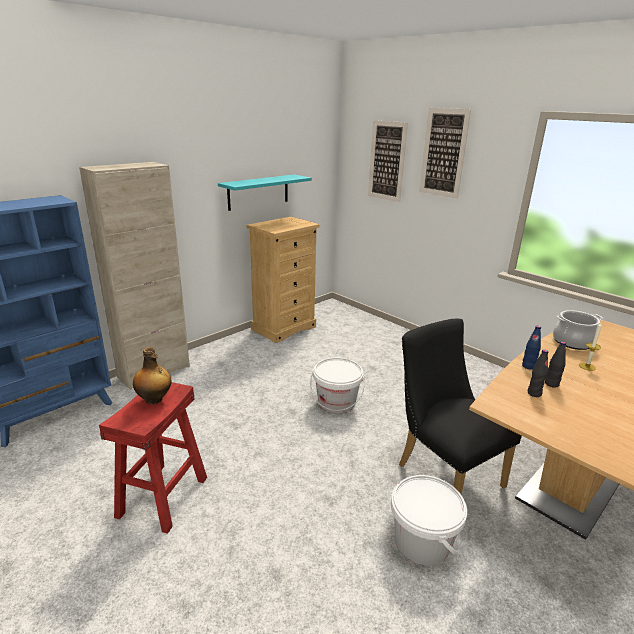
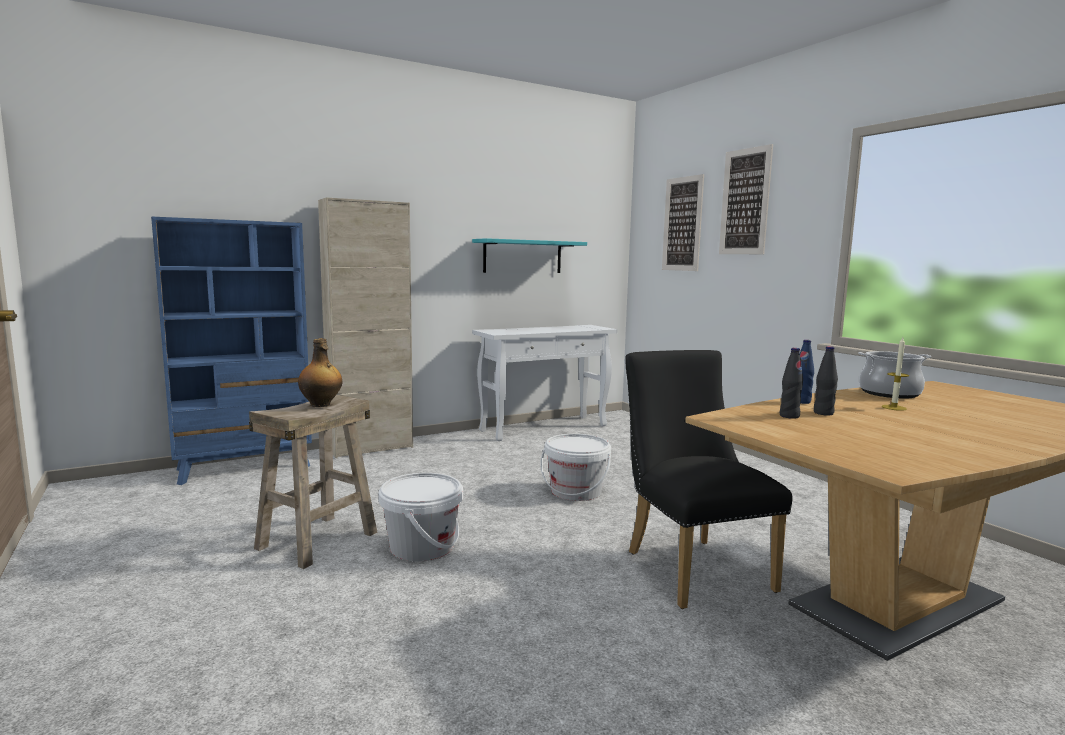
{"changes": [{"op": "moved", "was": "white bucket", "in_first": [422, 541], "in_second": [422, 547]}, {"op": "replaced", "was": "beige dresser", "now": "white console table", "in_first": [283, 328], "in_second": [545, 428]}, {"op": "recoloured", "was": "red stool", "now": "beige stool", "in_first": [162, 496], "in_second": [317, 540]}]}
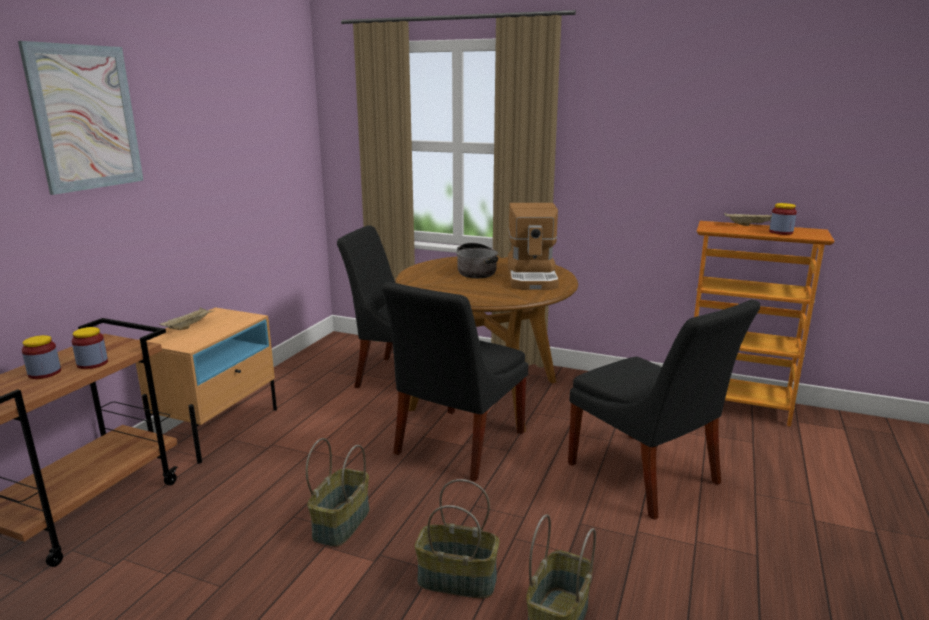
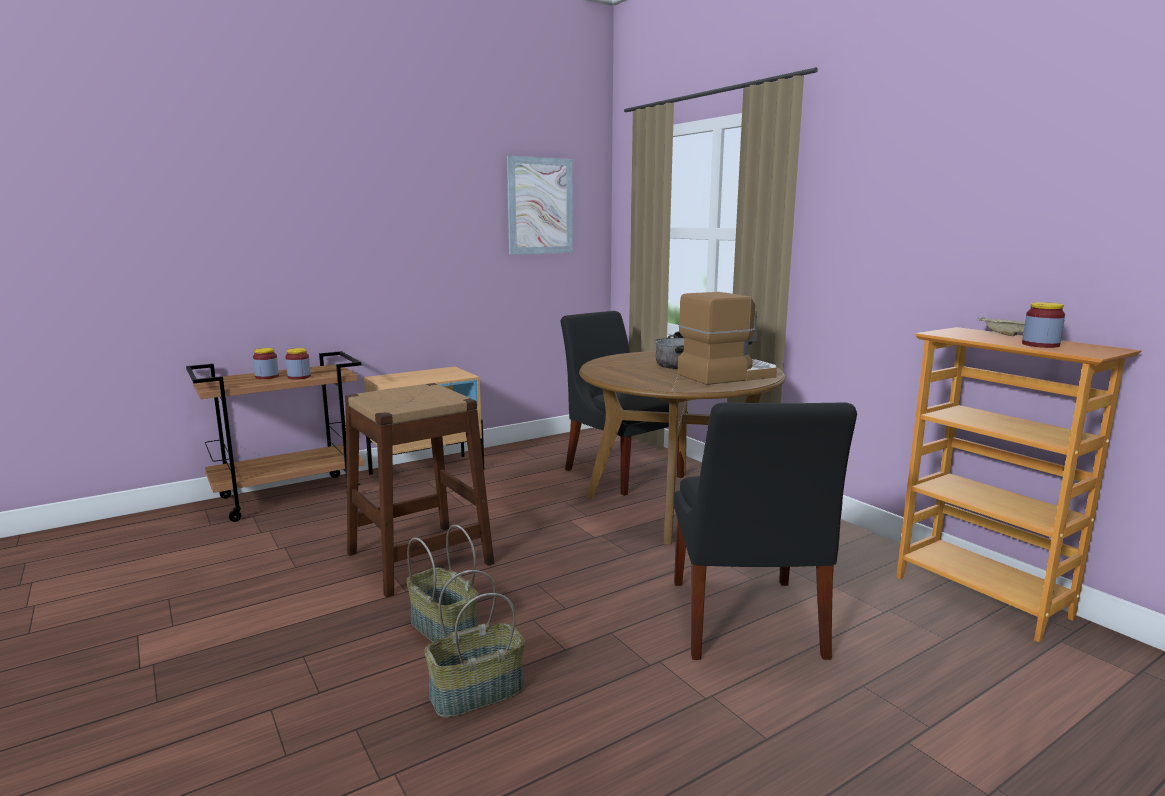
{"changes": [{"op": "removed", "was": "beige tray", "in_first": [189, 326]}, {"op": "removed", "was": "black chair", "in_first": [456, 445]}, {"op": "moved", "was": "picture", "in_first": [85, 118], "in_second": [540, 206]}, {"op": "replaced", "was": "basket", "now": "brown stool", "in_first": [341, 523], "in_second": [419, 558]}, {"op": "turned", "was": "coffee machine", "in_first": [533, 278], "in_second": [727, 375], "clockwise": -150}]}
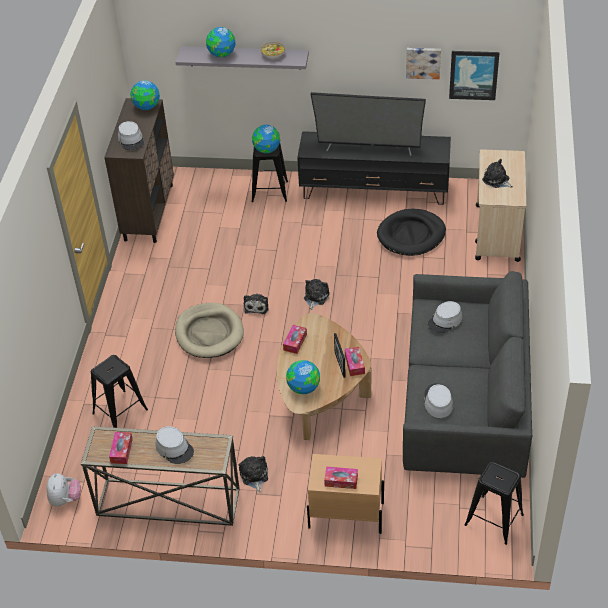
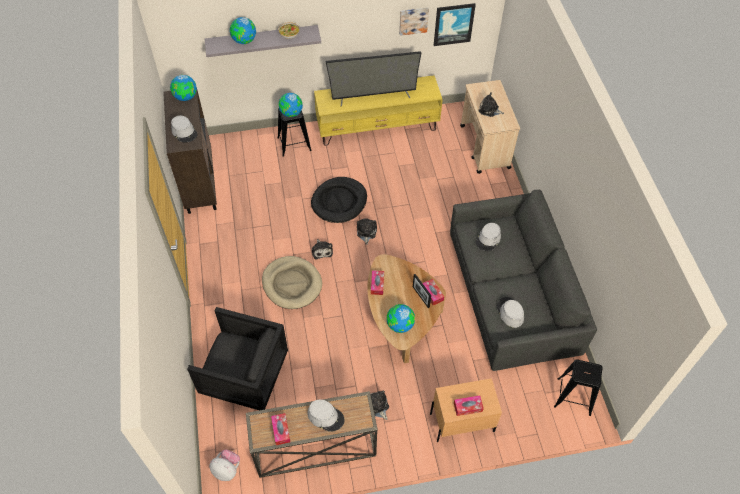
{"changes": [{"op": "moved", "was": "black dog bed", "in_first": [411, 235], "in_second": [339, 201]}, {"op": "replaced", "was": "black stool", "now": "black armchair", "in_first": [120, 411], "in_second": [243, 374]}, {"op": "recoloured", "was": "black tv stand", "now": "yellow tv stand", "in_first": [374, 190], "in_second": [377, 127]}, {"op": "turned", "was": "plush toy", "in_first": [65, 499], "in_second": [227, 469], "clockwise": -45}]}
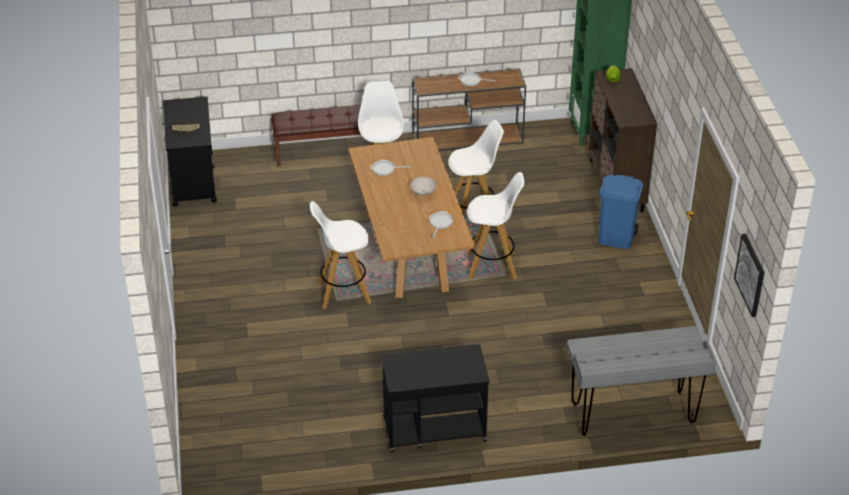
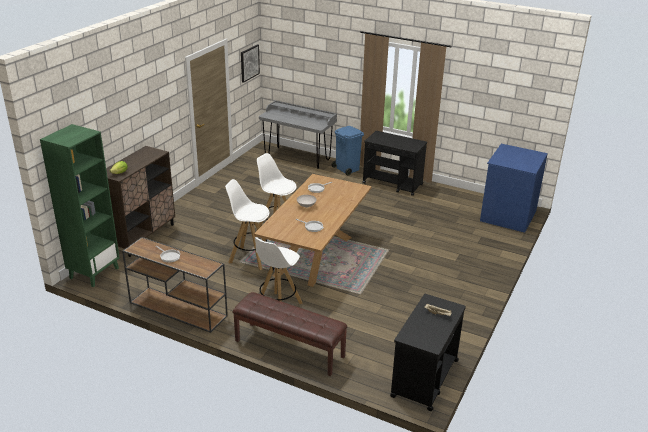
{"changes": [{"op": "removed", "was": "white stool", "in_first": [343, 292]}, {"op": "added", "now": "blue dresser", "in_second": [507, 215]}, {"op": "moved", "was": "blue trash can", "in_first": [616, 238], "in_second": [347, 169]}]}
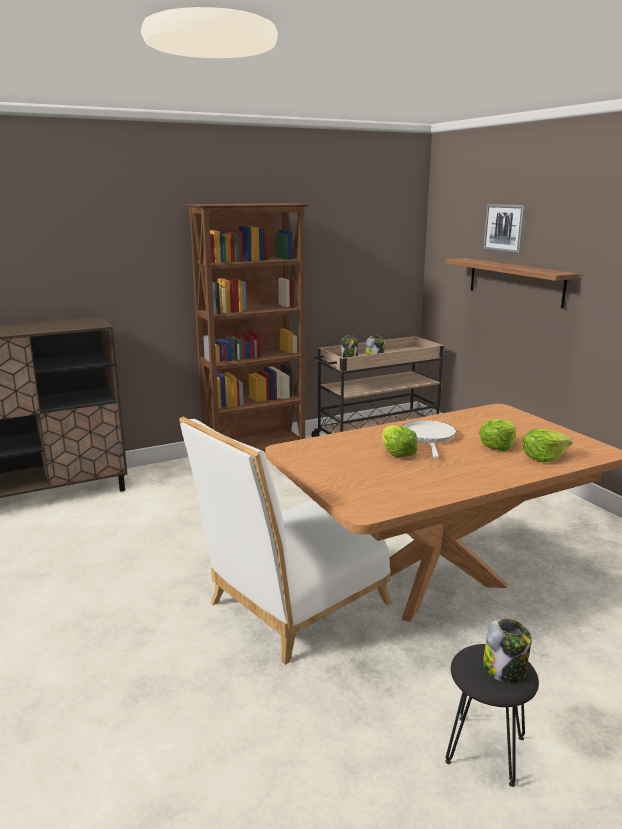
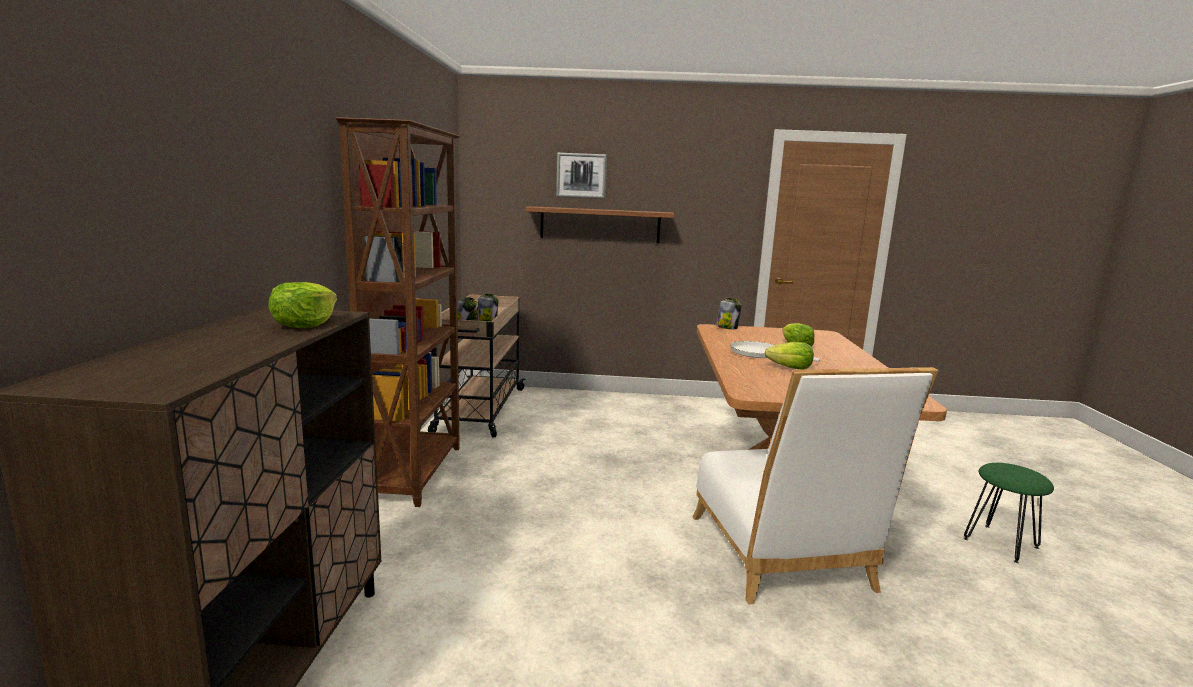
{"changes": [{"op": "moved", "was": "jar", "in_first": [504, 670], "in_second": [727, 327]}, {"op": "moved", "was": "lettuce", "in_first": [543, 457], "in_second": [305, 324]}, {"op": "recoloured", "was": "black stool", "now": "green stool", "in_first": [485, 750], "in_second": [1001, 543]}]}
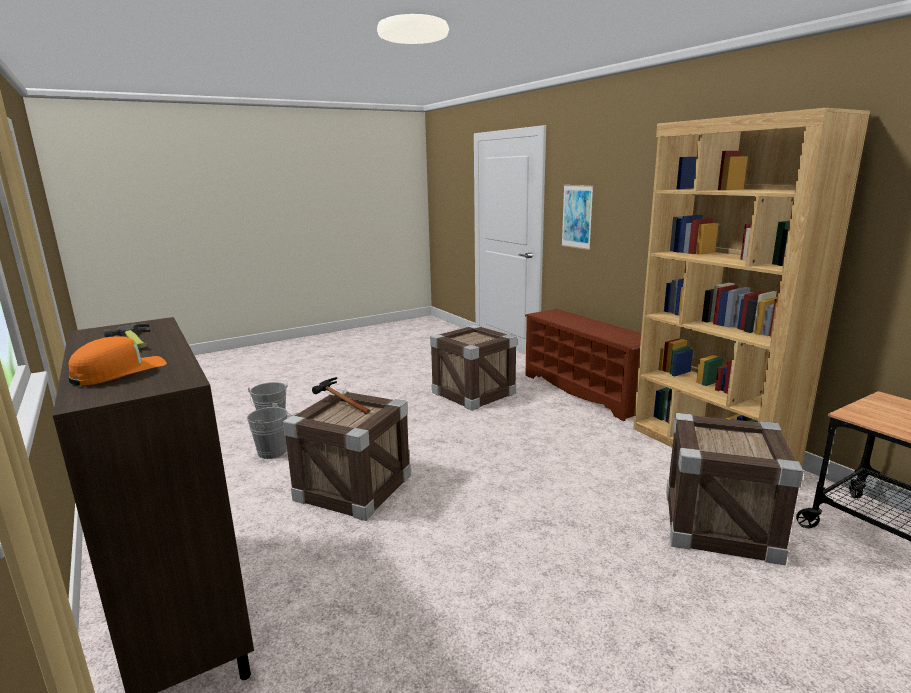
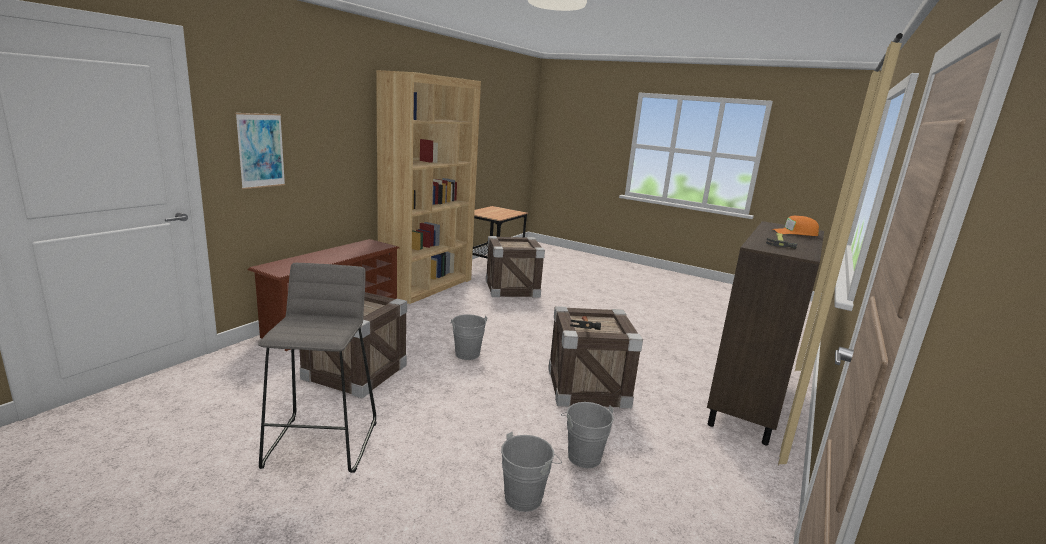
{"changes": [{"op": "added", "now": "grey stool", "in_second": [322, 443]}, {"op": "added", "now": "grey bucket", "in_second": [466, 353]}]}
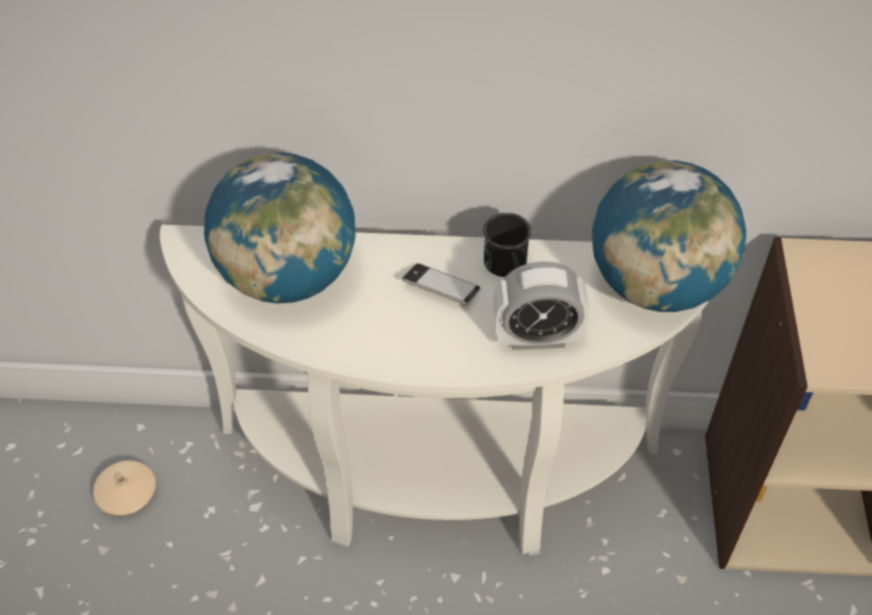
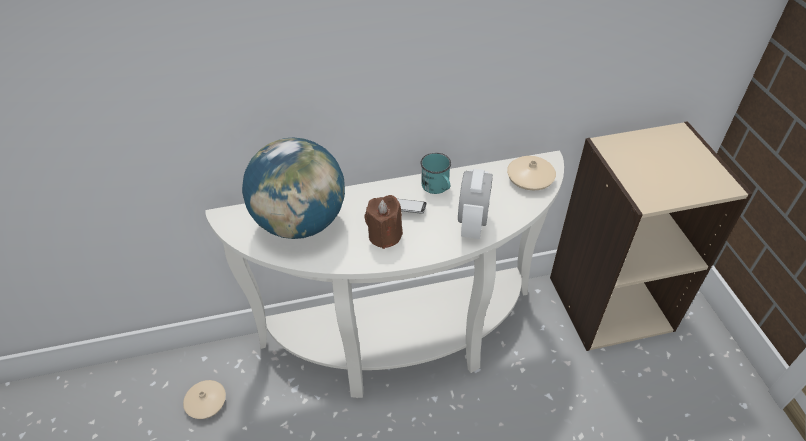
{"changes": [{"op": "added", "now": "brown candle", "in_second": [385, 235]}, {"op": "replaced", "was": "globe", "now": "beige vase", "in_first": [656, 284], "in_second": [530, 178]}, {"op": "recoloured", "was": "black mug", "now": "turquoise mug", "in_first": [507, 267], "in_second": [437, 187]}, {"op": "turned", "was": "alarm clock", "in_first": [537, 338], "in_second": [472, 223], "clockwise": -60}]}
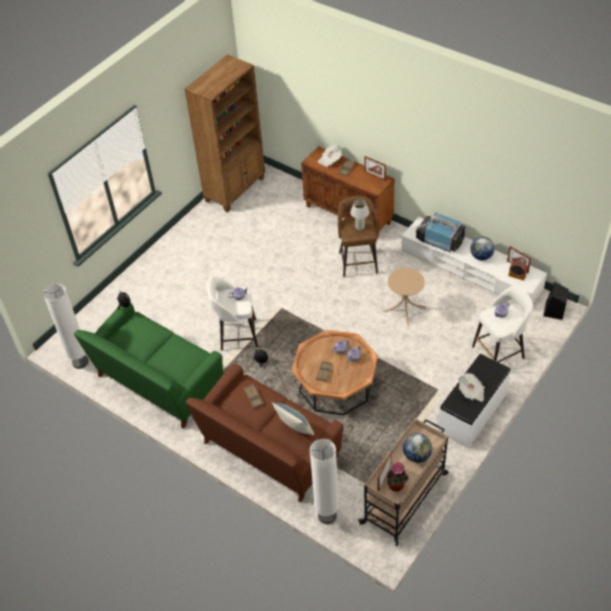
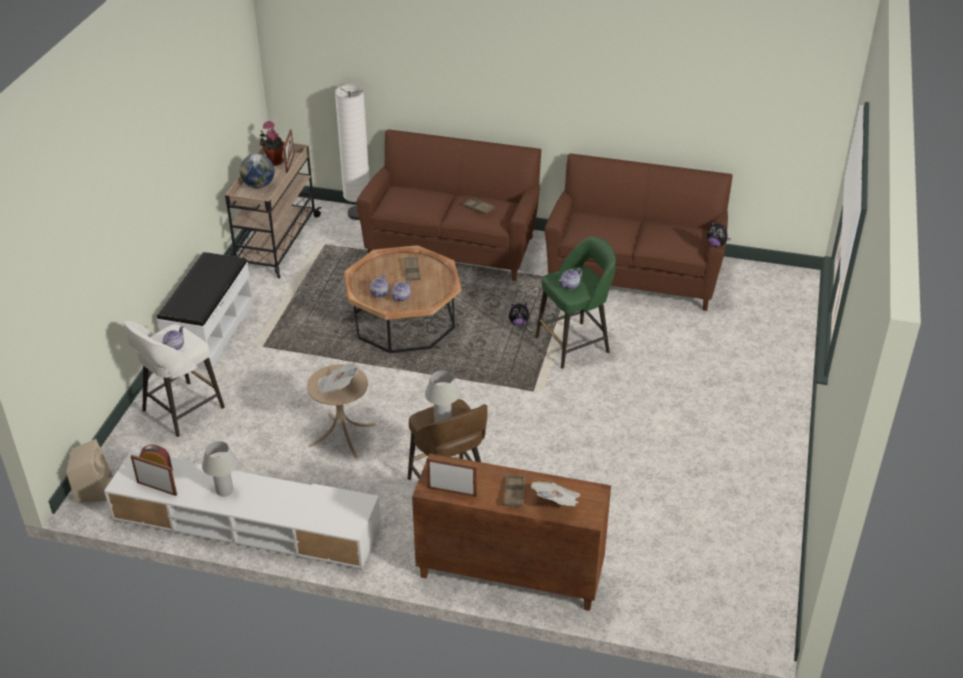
{"changes": [{"op": "removed", "was": "white floor lamp", "in_first": [80, 362]}, {"op": "removed", "was": "brown bookcase", "in_first": [235, 189]}, {"op": "removed", "was": "pillow", "in_first": [295, 428]}, {"op": "removed", "was": "television", "in_first": [439, 240]}, {"op": "moved", "was": "newspaper", "in_first": [471, 392], "in_second": [337, 387]}, {"op": "replaced", "was": "globe", "now": "white table lamp", "in_first": [481, 256], "in_second": [224, 491]}, {"op": "recoloured", "was": "green sofa", "now": "brown sofa", "in_first": [158, 382], "in_second": [634, 274]}, {"op": "recoloured", "was": "white stool", "now": "green stool", "in_first": [237, 334], "in_second": [574, 344]}, {"op": "recoloured", "was": "black speaker", "now": "beige speaker", "in_first": [554, 311], "in_second": [94, 489]}]}
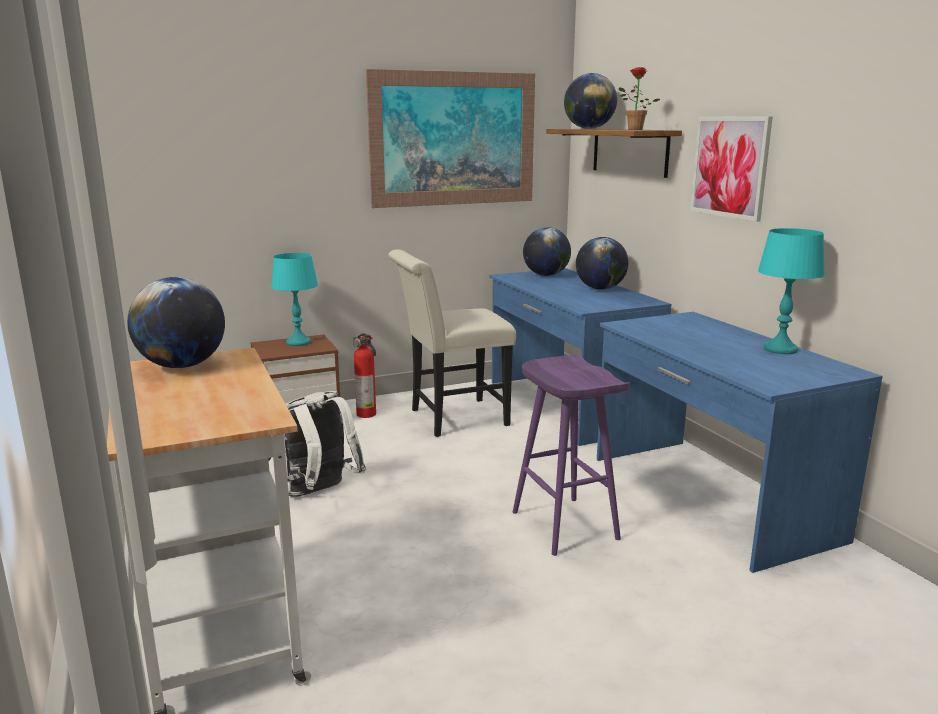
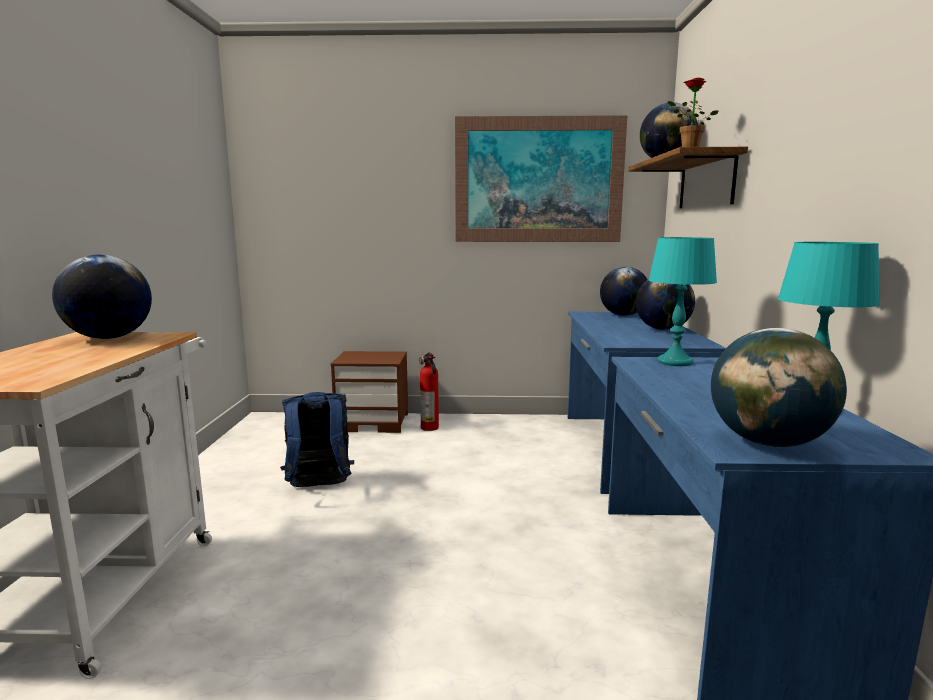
{"changes": [{"op": "removed", "was": "white chair", "in_first": [452, 418]}, {"op": "removed", "was": "purple stool", "in_first": [563, 525]}, {"op": "removed", "was": "picture", "in_first": [730, 167]}, {"op": "added", "now": "globe", "in_second": [767, 442]}, {"op": "moved", "was": "turquoise table lamp", "in_first": [298, 342], "in_second": [674, 362]}, {"op": "recoloured", "was": "white backpack", "now": "blue backpack", "in_first": [319, 493], "in_second": [319, 487]}]}
